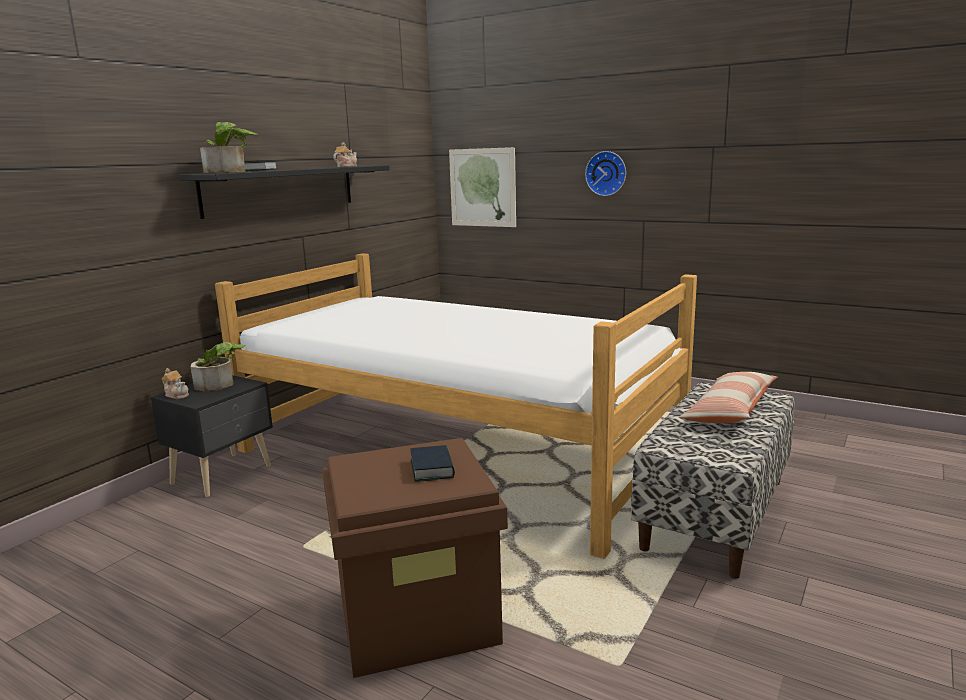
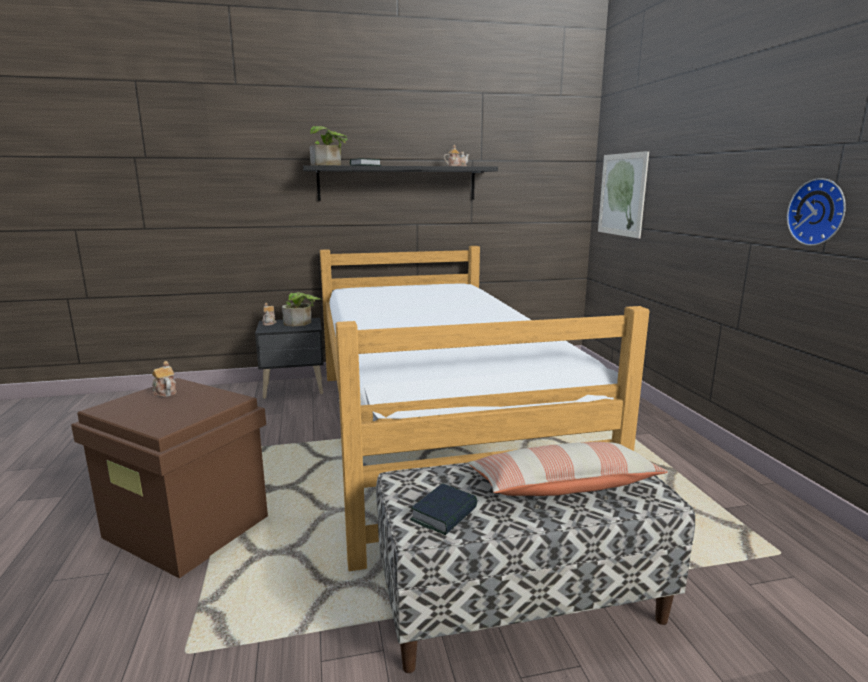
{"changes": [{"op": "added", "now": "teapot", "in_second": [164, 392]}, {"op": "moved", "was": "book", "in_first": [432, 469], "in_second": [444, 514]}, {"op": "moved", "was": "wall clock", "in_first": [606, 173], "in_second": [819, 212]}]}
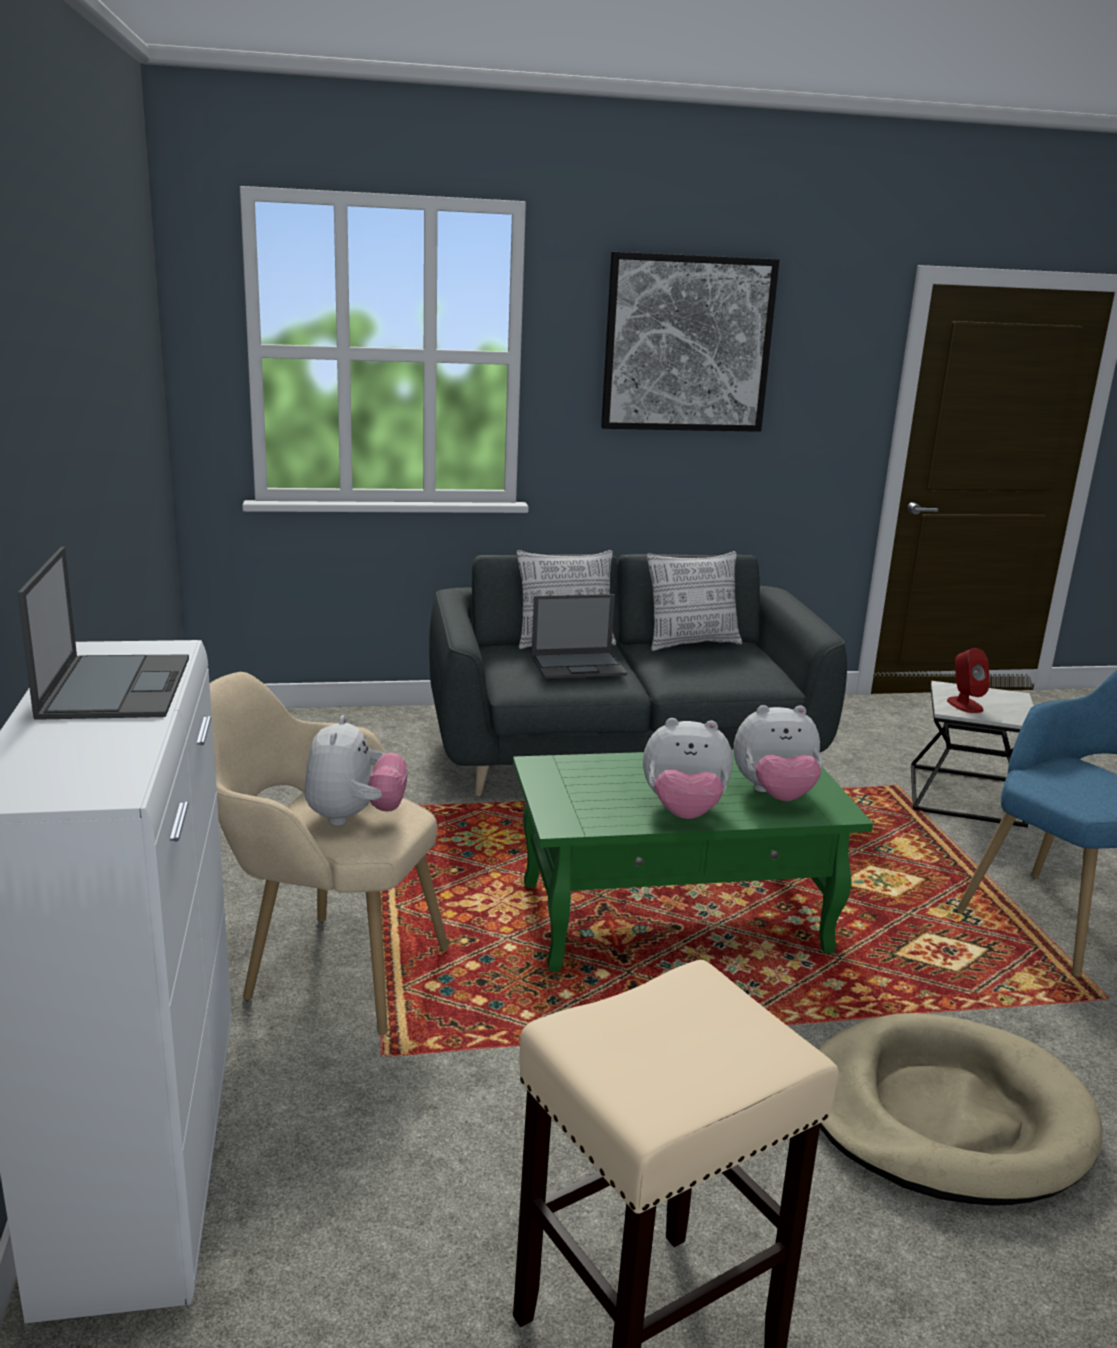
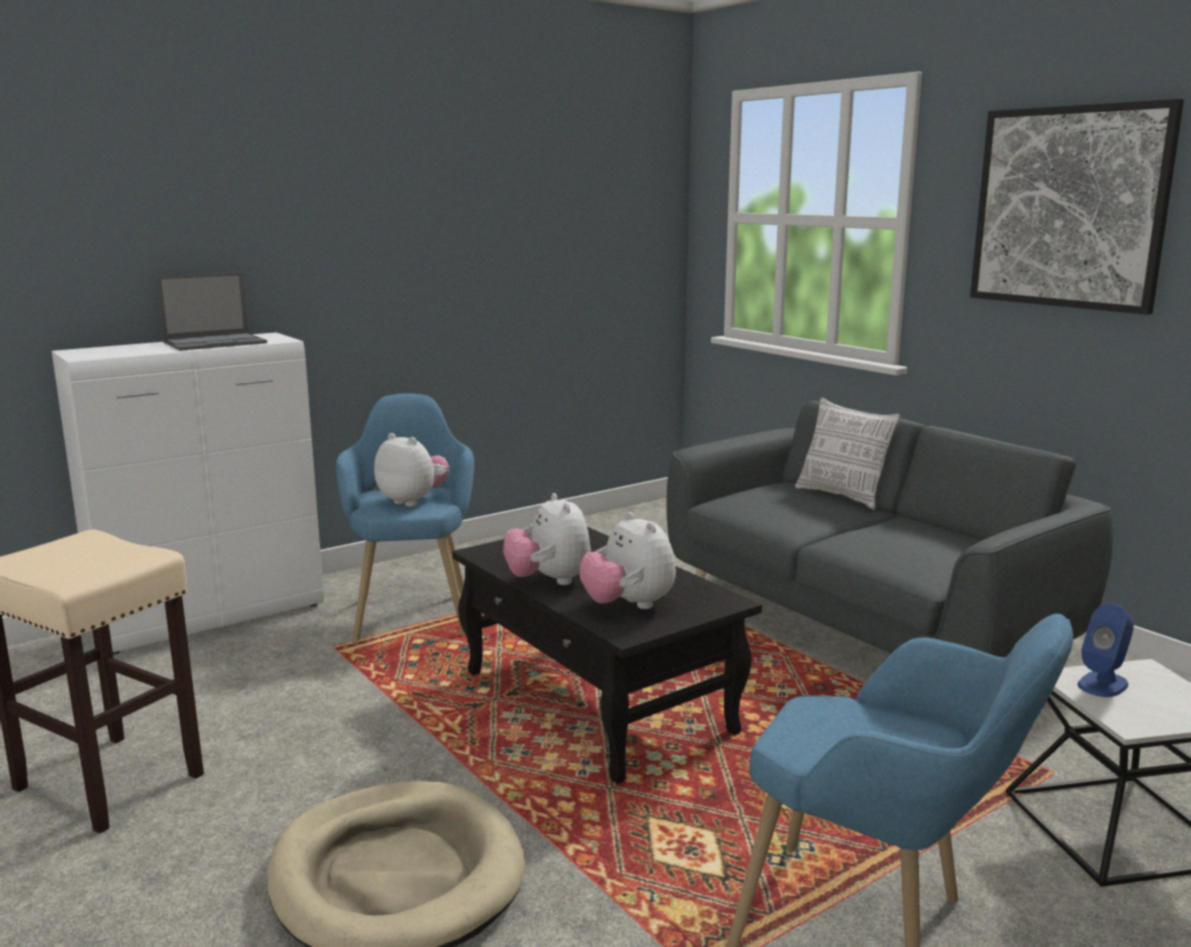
{"changes": [{"op": "removed", "was": "laptop", "in_first": [579, 665]}, {"op": "removed", "was": "pillow", "in_first": [691, 643]}, {"op": "recoloured", "was": "beige armchair", "now": "blue armchair", "in_first": [324, 967], "in_second": [413, 609]}, {"op": "recoloured", "was": "green coffee table", "now": "black coffee table", "in_first": [675, 917], "in_second": [598, 702]}, {"op": "recoloured", "was": "red speaker", "now": "blue speaker", "in_first": [964, 705], "in_second": [1103, 684]}, {"op": "turned", "was": "plush toy", "in_first": [354, 817], "in_second": [413, 501], "clockwise": -120}]}
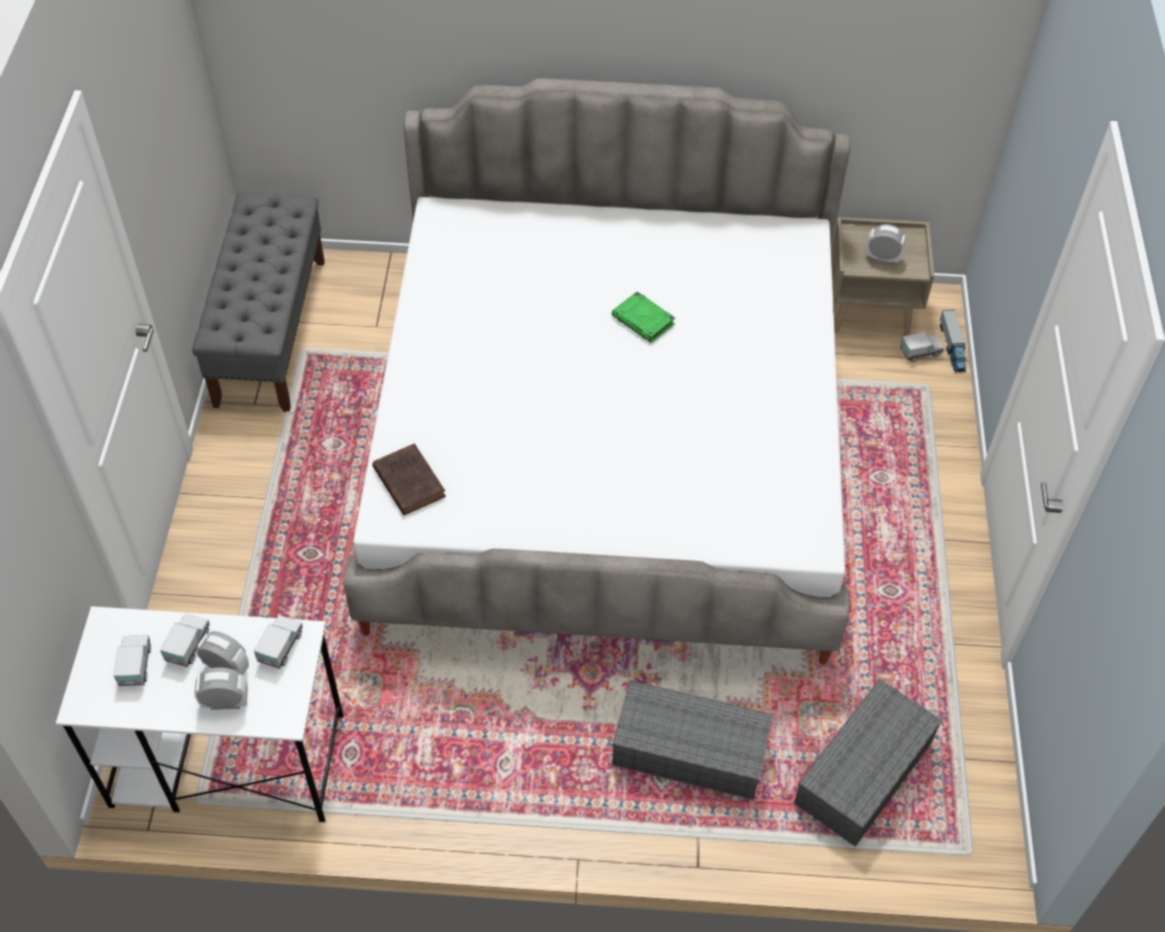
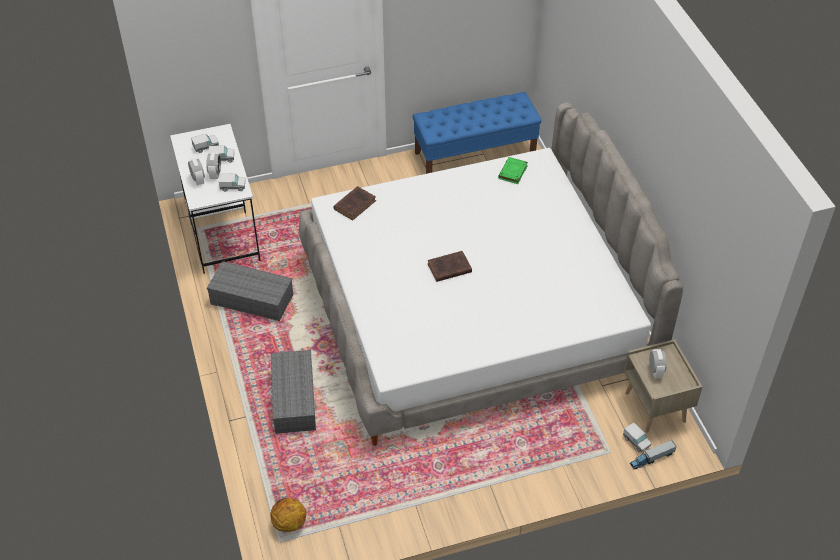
{"changes": [{"op": "added", "now": "basketball", "in_second": [289, 524]}, {"op": "added", "now": "brown book", "in_second": [448, 268]}, {"op": "moved", "was": "green book", "in_first": [644, 320], "in_second": [513, 172]}, {"op": "moved", "was": "grey storage box", "in_first": [863, 775], "in_second": [250, 300]}, {"op": "recoloured", "was": "grey bench", "now": "blue bench", "in_first": [271, 331], "in_second": [475, 154]}]}
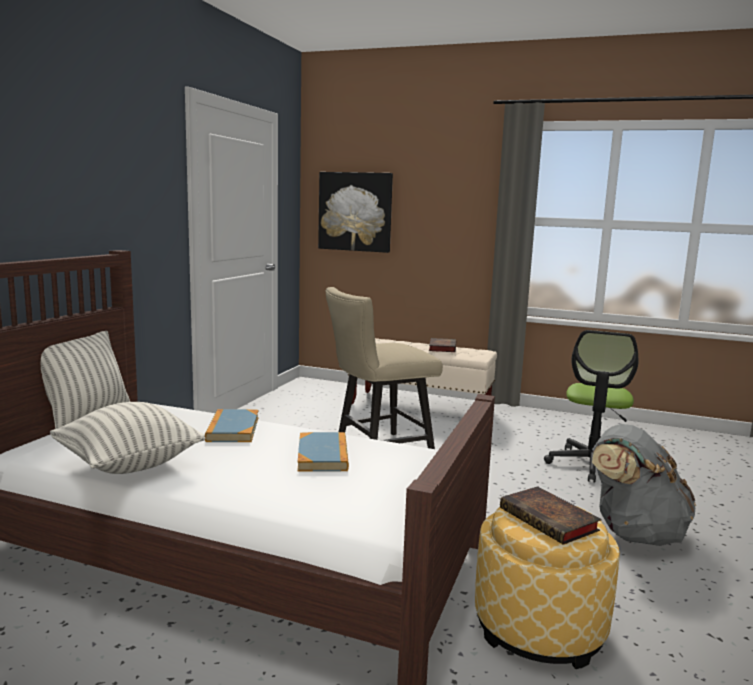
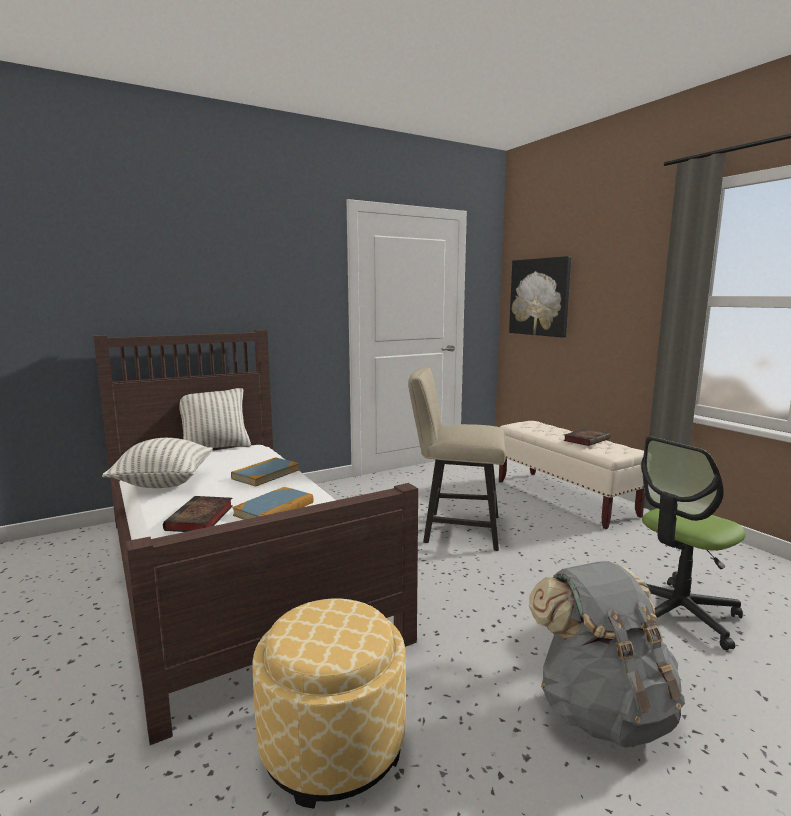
{"changes": [{"op": "moved", "was": "book", "in_first": [551, 520], "in_second": [200, 519]}]}
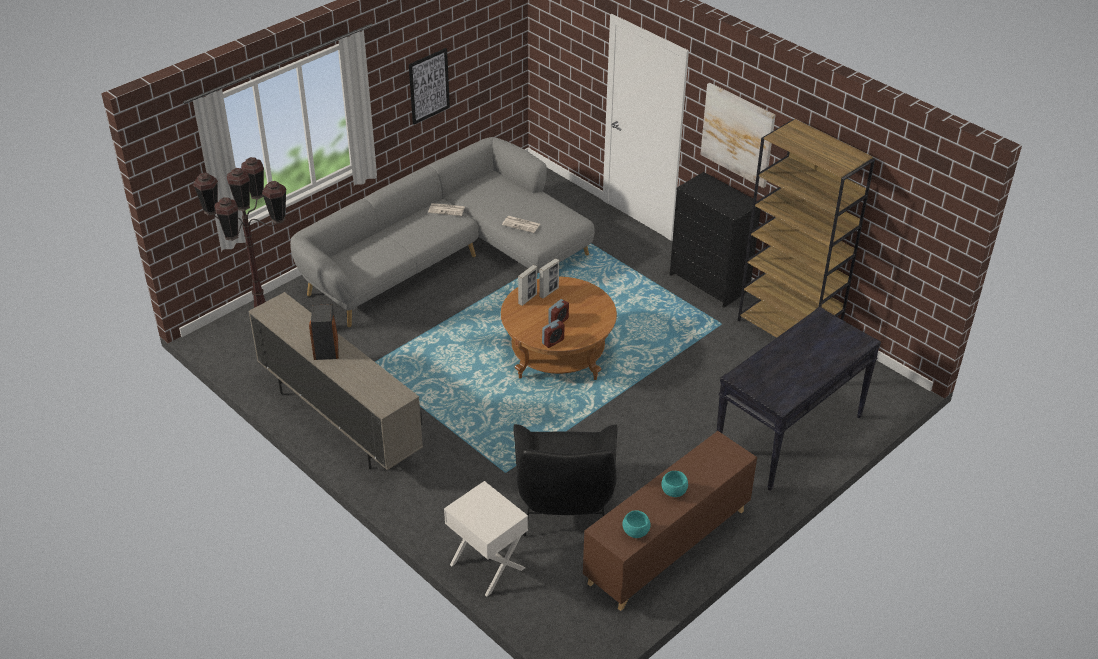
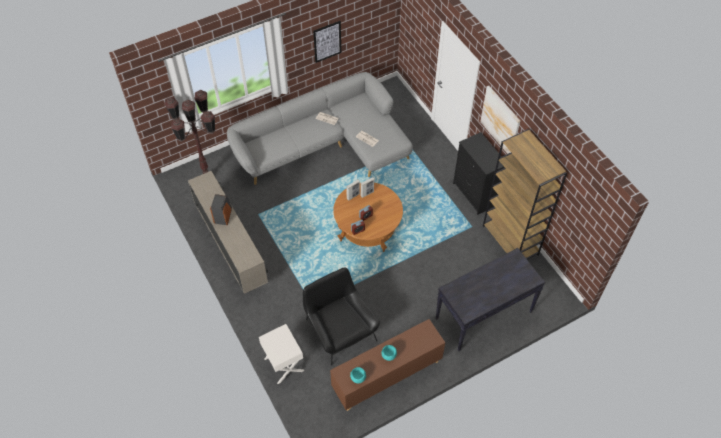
{"changes": [{"op": "turned", "was": "black armchair", "in_first": [564, 499], "in_second": [340, 330], "clockwise": 135}]}
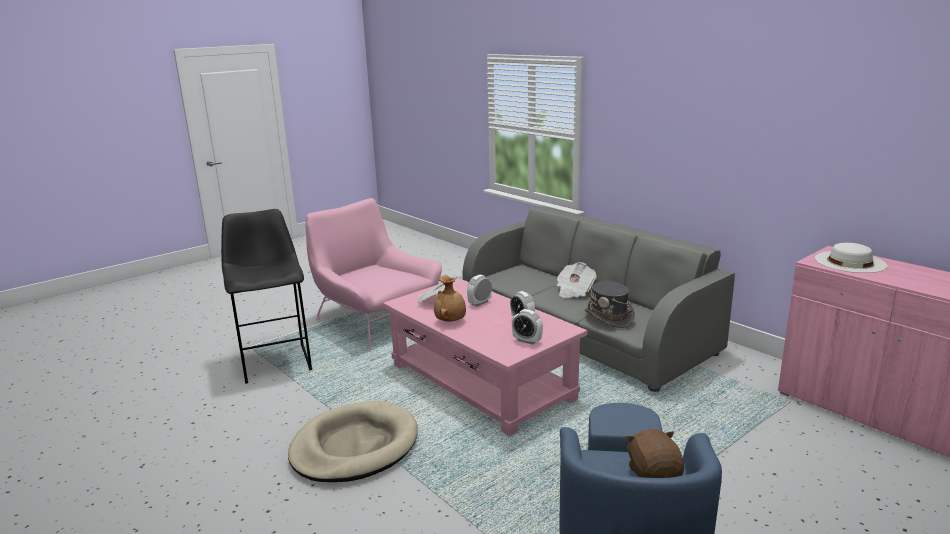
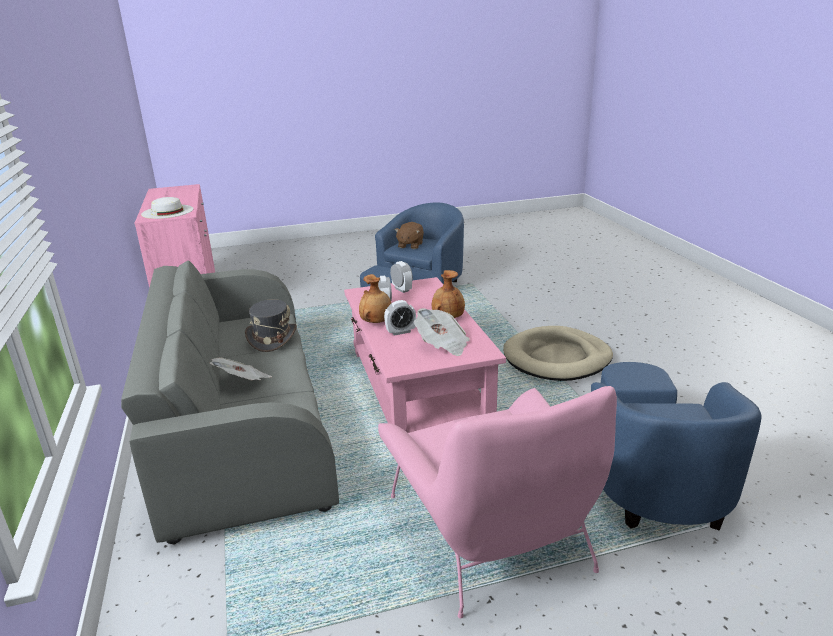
{"changes": [{"op": "added", "now": "brown vase", "in_second": [377, 322]}, {"op": "replaced", "was": "black stool", "now": "blue armchair", "in_first": [276, 362], "in_second": [652, 477]}]}
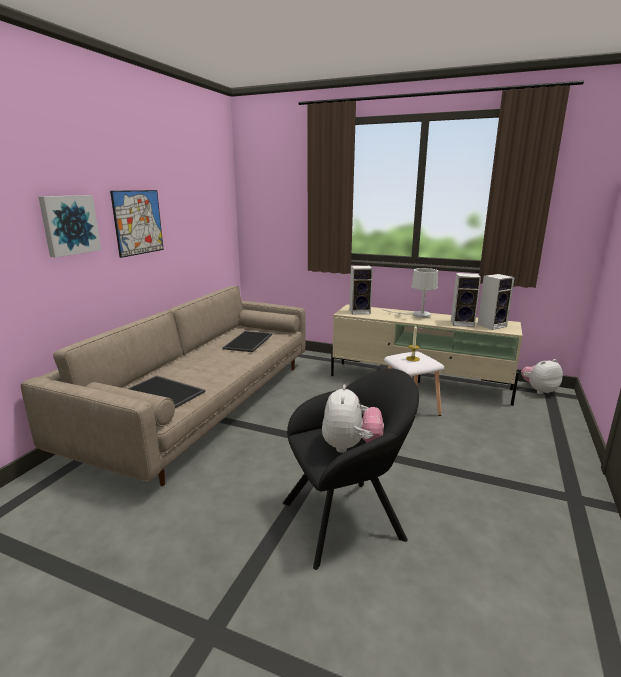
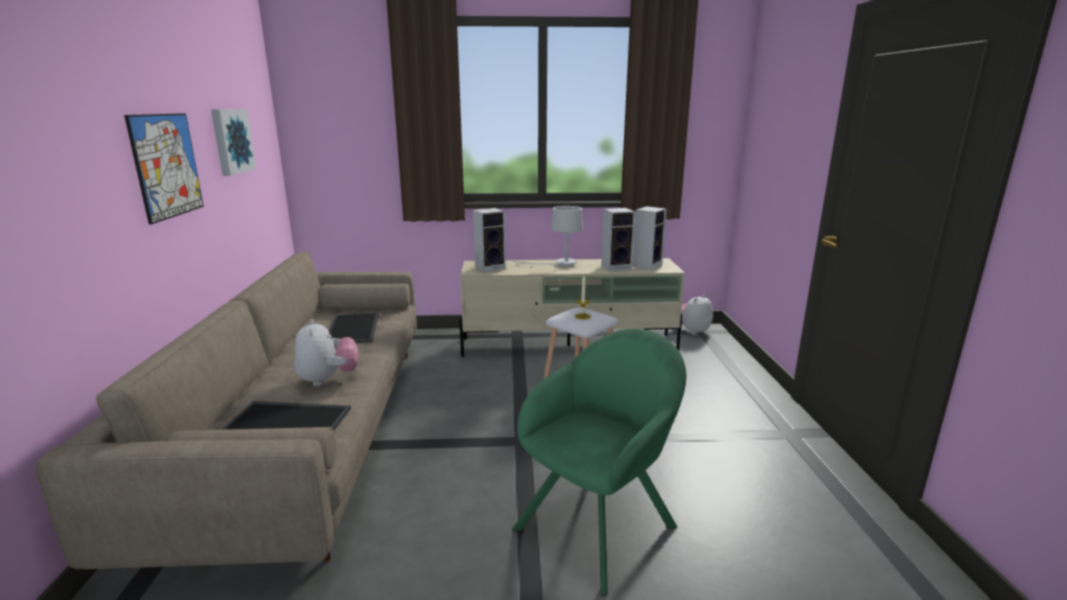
{"changes": [{"op": "moved", "was": "picture", "in_first": [69, 225], "in_second": [231, 141]}, {"op": "moved", "was": "plush toy", "in_first": [350, 446], "in_second": [328, 379]}, {"op": "recoloured", "was": "black armchair", "now": "green armchair", "in_first": [348, 518], "in_second": [600, 523]}]}
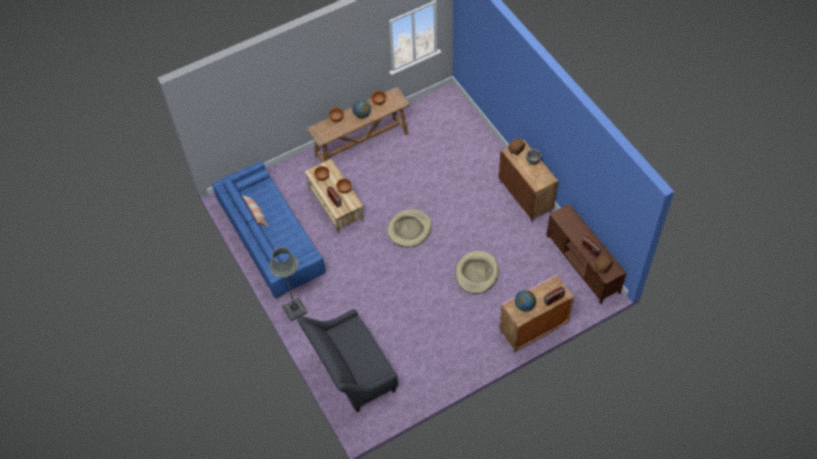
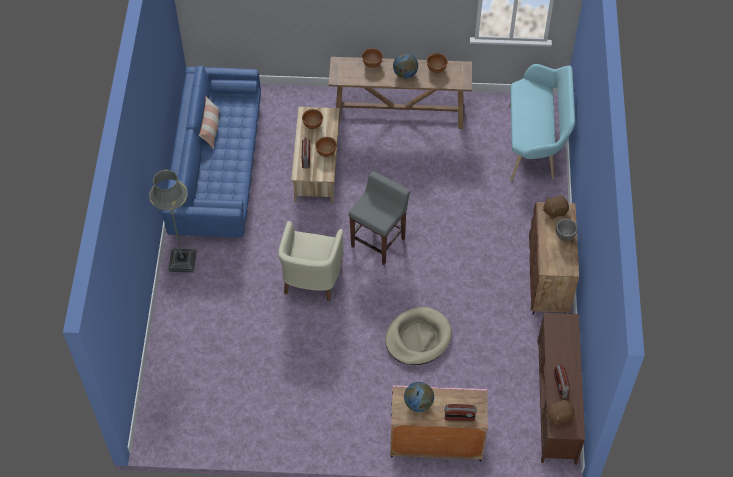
{"changes": [{"op": "removed", "was": "grey sofa", "in_first": [351, 371]}, {"op": "added", "now": "beige armchair", "in_second": [311, 278]}, {"op": "added", "now": "turquoise bench", "in_second": [535, 143]}, {"op": "replaced", "was": "beige dog bed", "now": "grey stool", "in_first": [409, 229], "in_second": [378, 242]}]}
